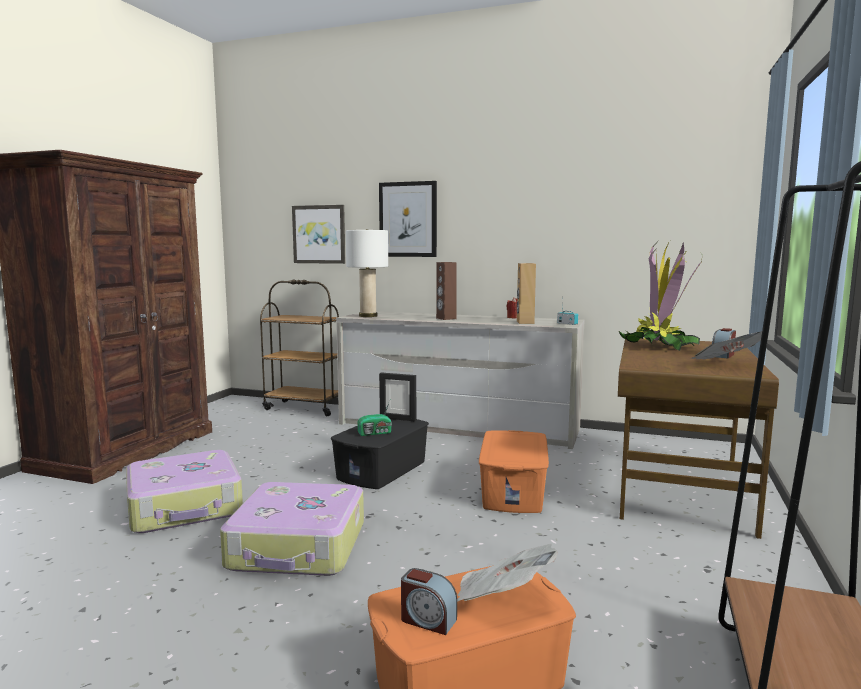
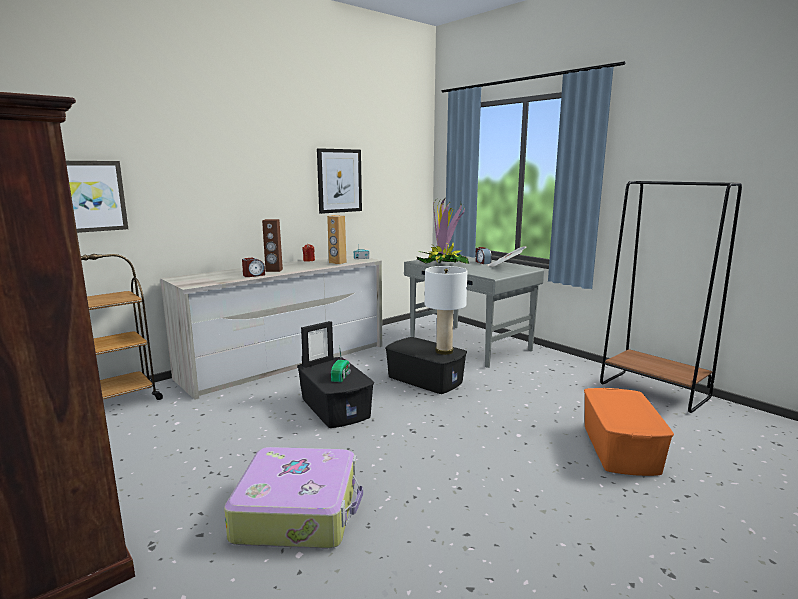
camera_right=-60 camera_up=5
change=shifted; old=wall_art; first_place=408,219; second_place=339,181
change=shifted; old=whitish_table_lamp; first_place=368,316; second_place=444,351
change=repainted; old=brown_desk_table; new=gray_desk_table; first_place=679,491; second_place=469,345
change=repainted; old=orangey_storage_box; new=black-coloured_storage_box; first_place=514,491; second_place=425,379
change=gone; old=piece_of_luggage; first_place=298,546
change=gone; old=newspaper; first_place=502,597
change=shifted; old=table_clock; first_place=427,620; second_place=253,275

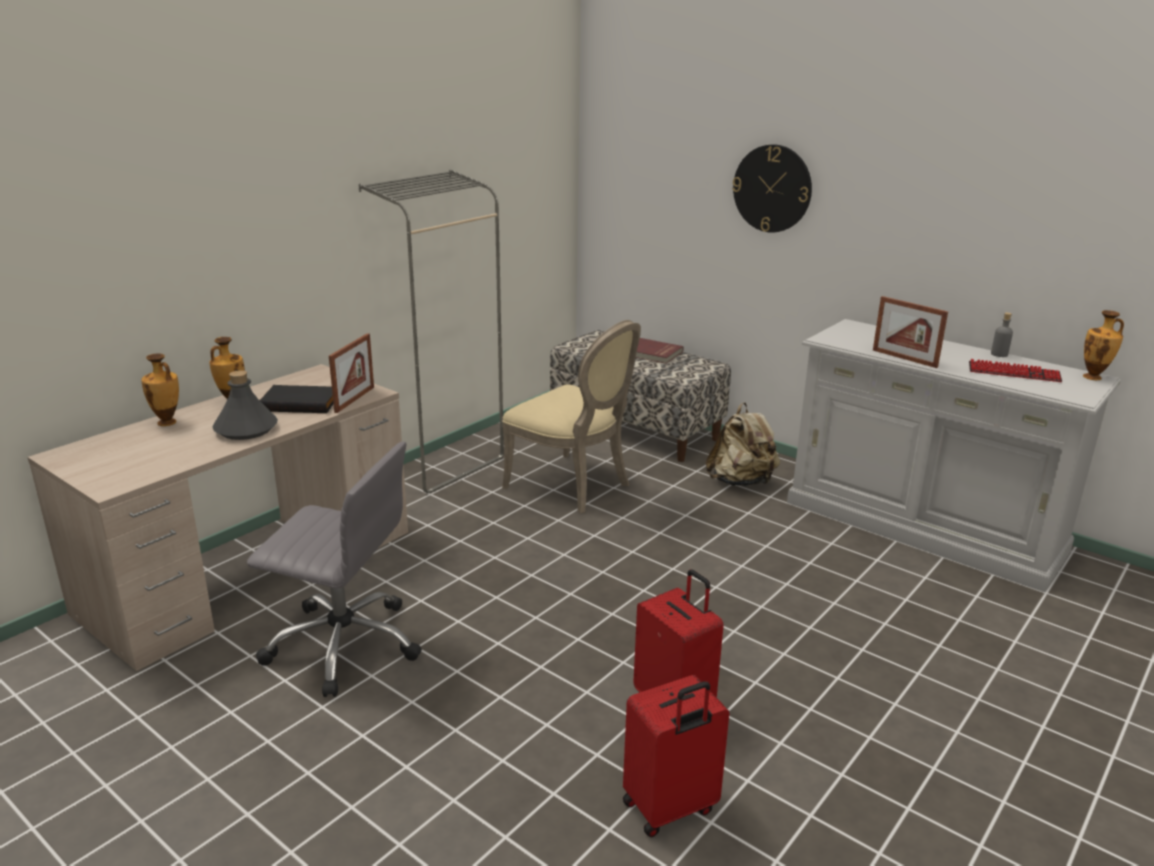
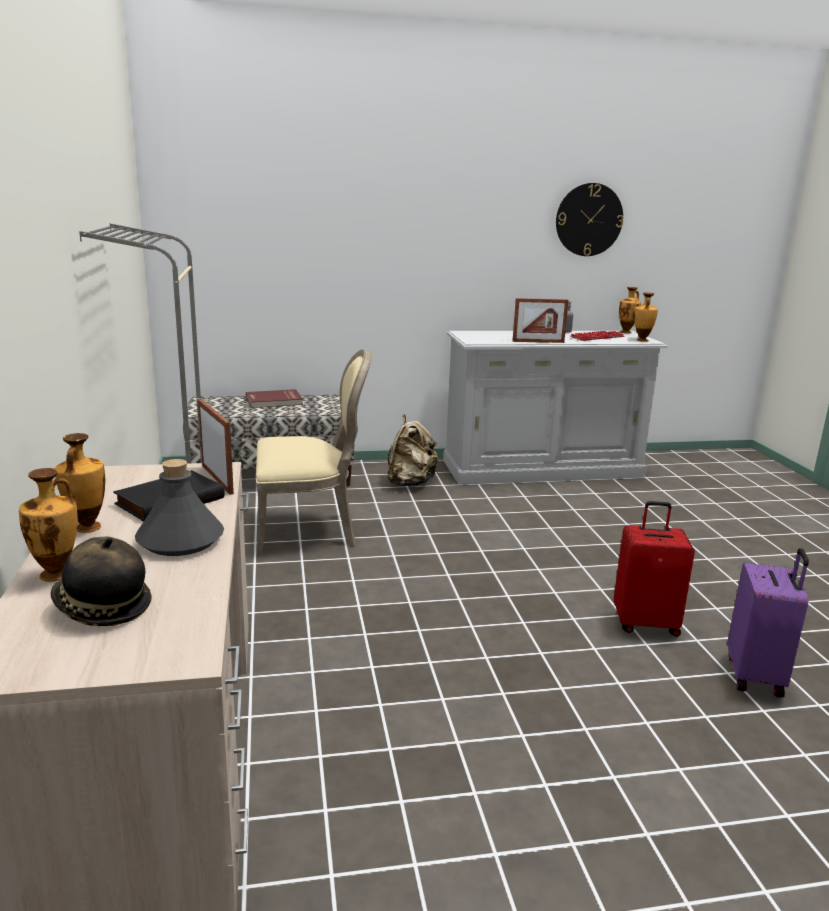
camera_right=-50 camera_up=-5
change=shifted; old=clock_on_the_wall; first_place=772,188; second_place=589,220
change=gone; old=gray_computer_chair; first_place=345,645
change=repainted; old=red_piece_of_luggage; new=purple_piece_of_luggage; first_place=670,808; second_place=756,676
change=new; new=flower_vase; second_place=642,340
change=new; new=hat; second_place=101,608

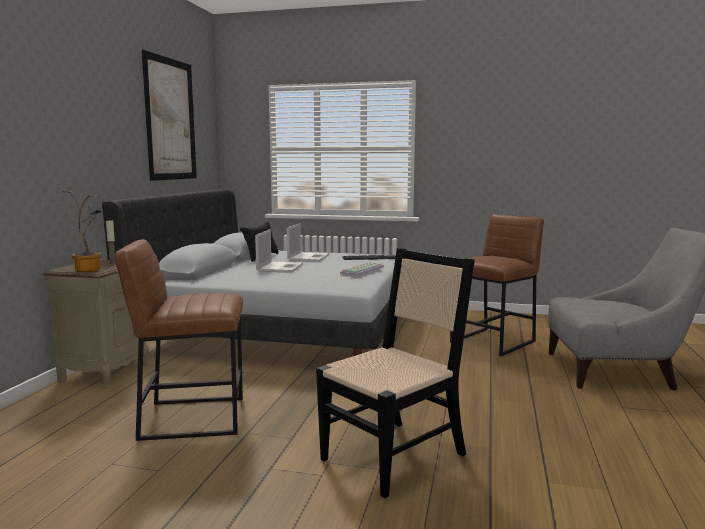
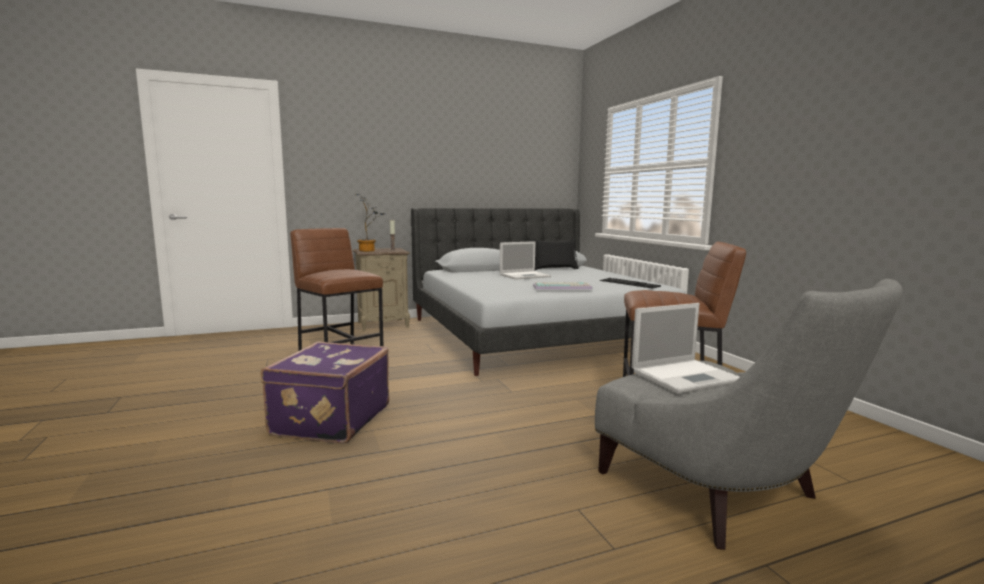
camera_right=55 camera_up=0
change=gone; old=wall_art; first_place=171,119
change=shifted; old=portable_computer; first_place=308,257; second_place=686,376
change=swapped; old=upright_chair; new=purple_piece_of_luggage; first_place=393,457; second_place=329,420

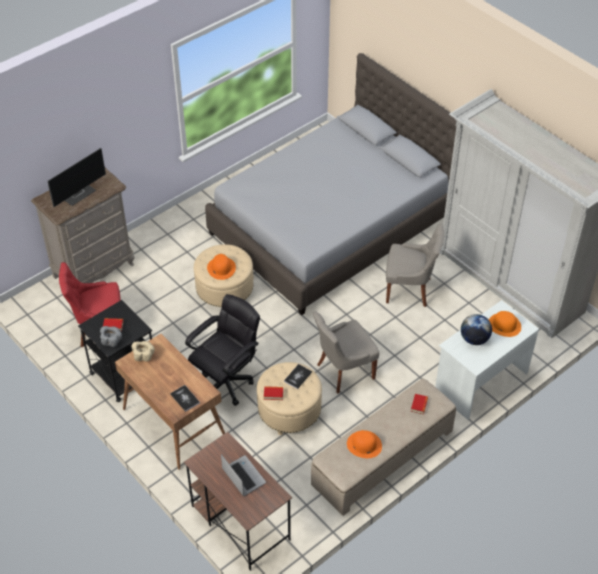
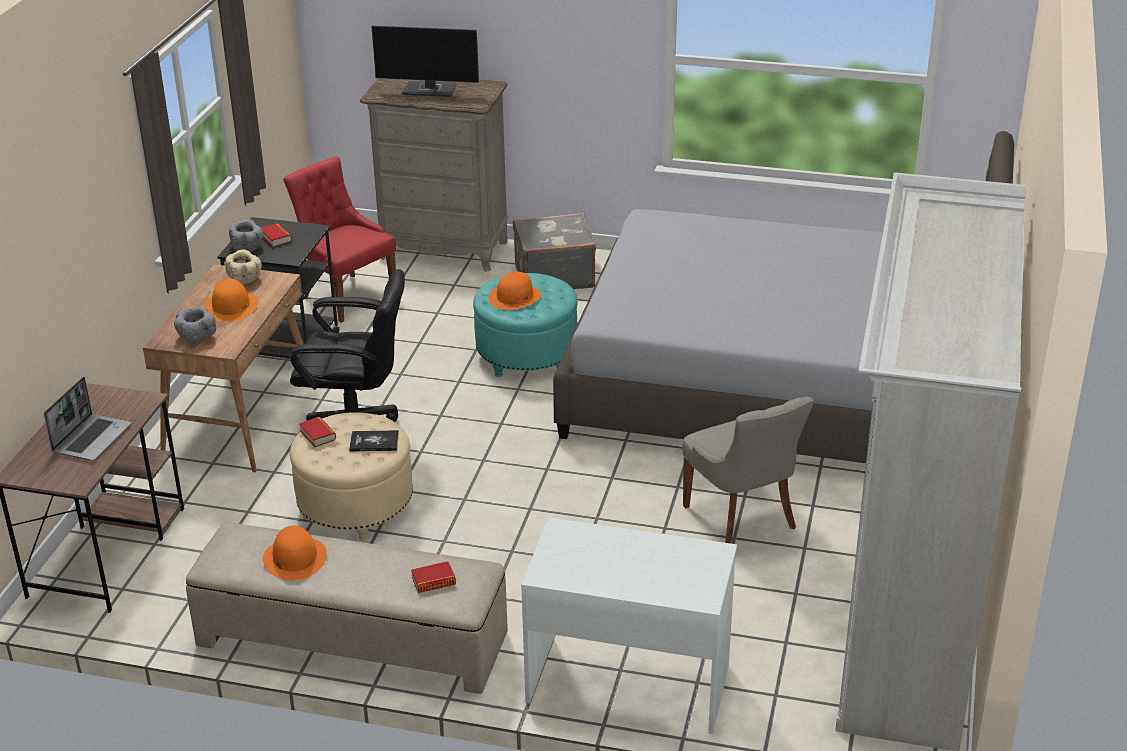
camera_right=55 camera_up=-15
change=repainted; old=beige_ottoman; new=blue-green_ottoman; first_place=225,291; second_place=526,356
change=shifted; old=orangey_hat; first_place=504,325; second_place=231,306
change=gone; old=gray_upright_chair; first_place=343,371
change=gone; old=globe; first_place=474,339
change=swapped; old=book; new=gray_serving_bowl; first_place=185,398; second_place=196,337
change=new; new=gray_piece_of_luggage; second_place=553,276

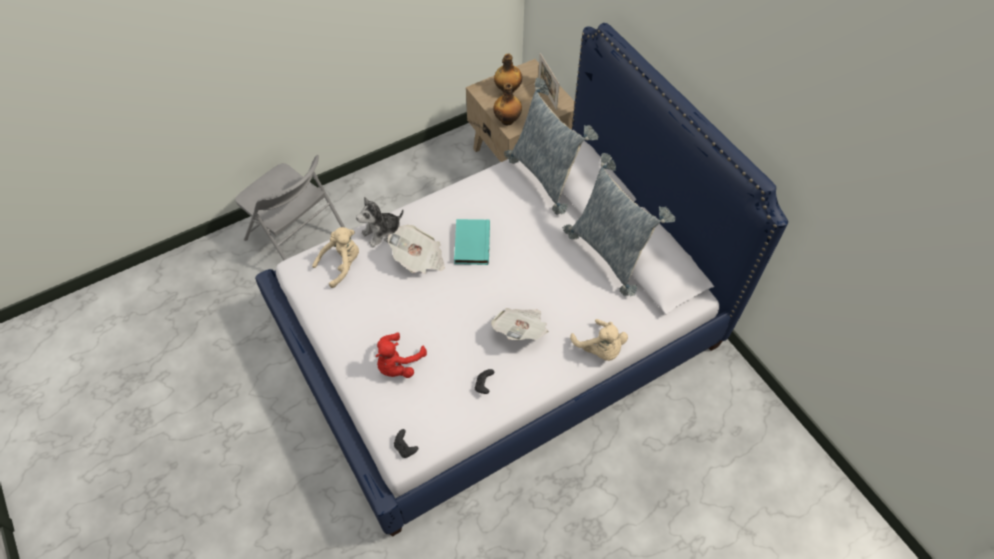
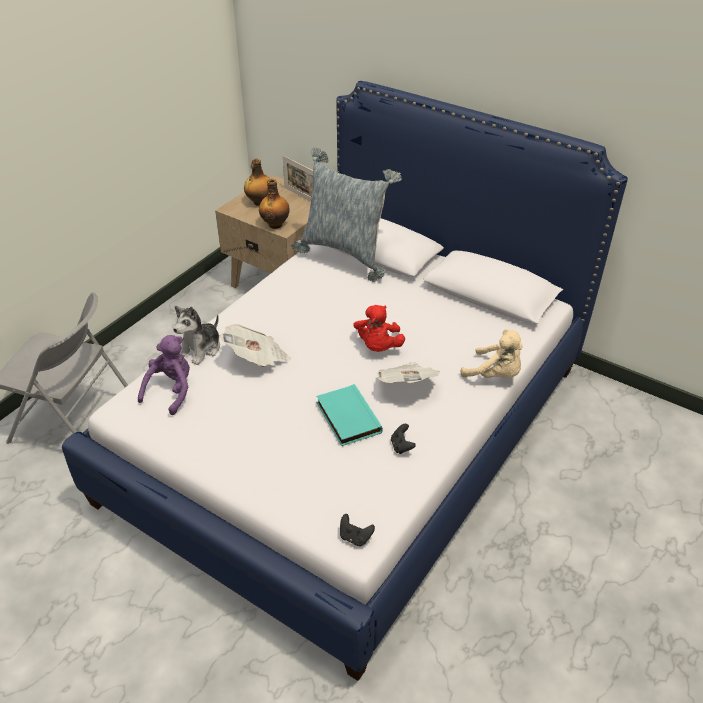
camera_right=-25 camera_up=-15
change=gone; old=throw_pillow; first_place=610,256
change=shifted; old=blue-green_book; first_place=470,243; second_place=346,418
change=repainted; old=beige_soft_toy; new=purple_soft_toy; first_place=342,264; second_place=171,391
change=shifted; old=red_soft_toy; first_place=398,364; second_place=378,347

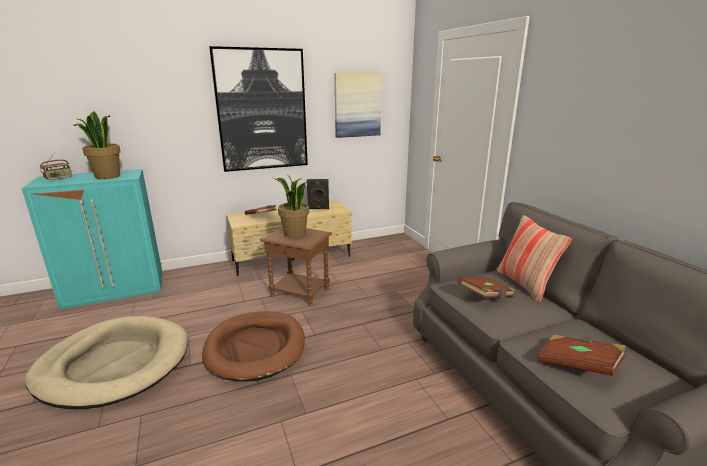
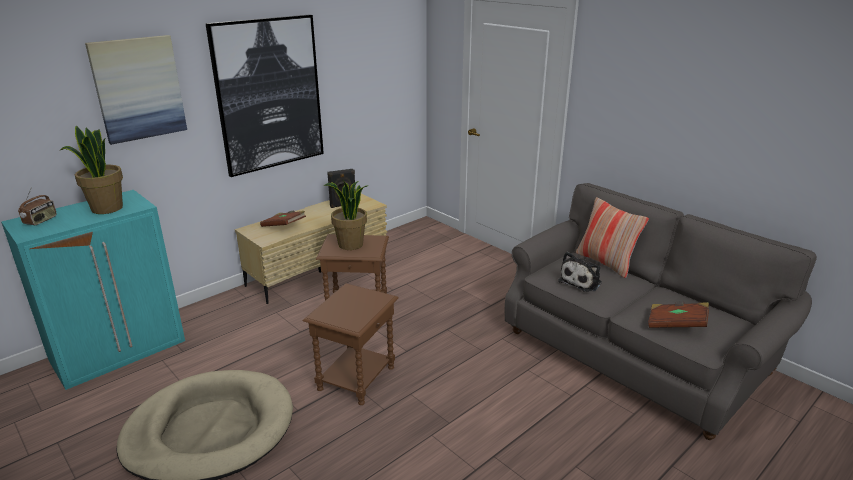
camera_right=-20 camera_up=5
change=shifted; old=wall_art; first_place=357,105; second_place=138,88
change=swapped; old=brown_book; new=soft_toy; first_place=486,297; second_place=581,281
change=swapped; old=brown_pet_bed; new=brown_end_table; first_place=256,348; second_place=355,377

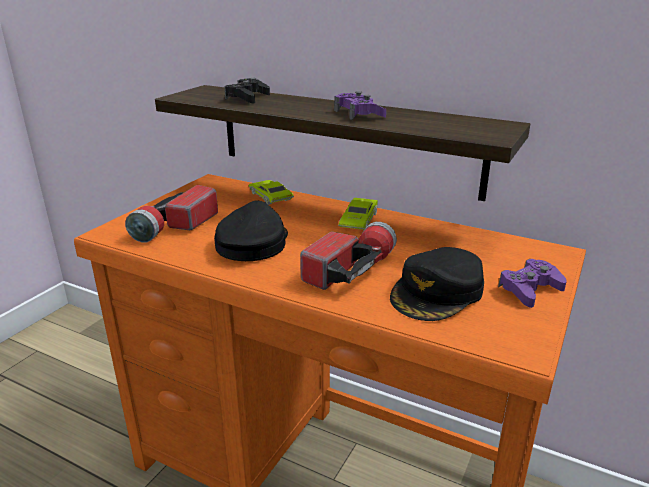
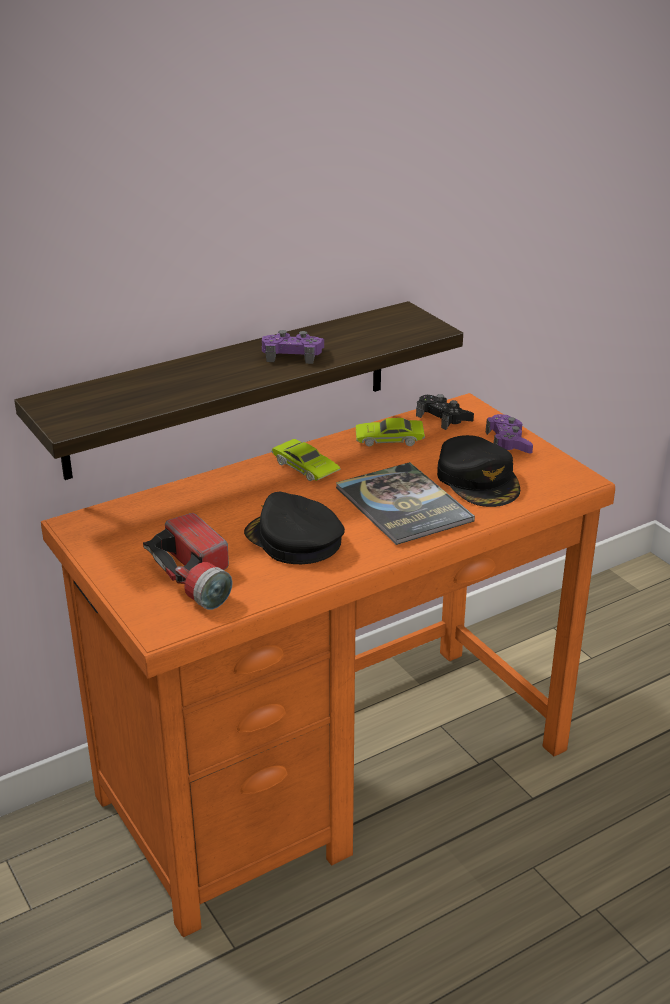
camera_right=-60 camera_up=5
change=shifted; old=black-coloured_joypad; first_place=247,98; second_place=443,418
change=shifted; old=green-coloured_model_car; first_place=270,197; second_place=389,439
change=swapped; old=hand_torch; new=book; first_place=350,269; second_place=403,505

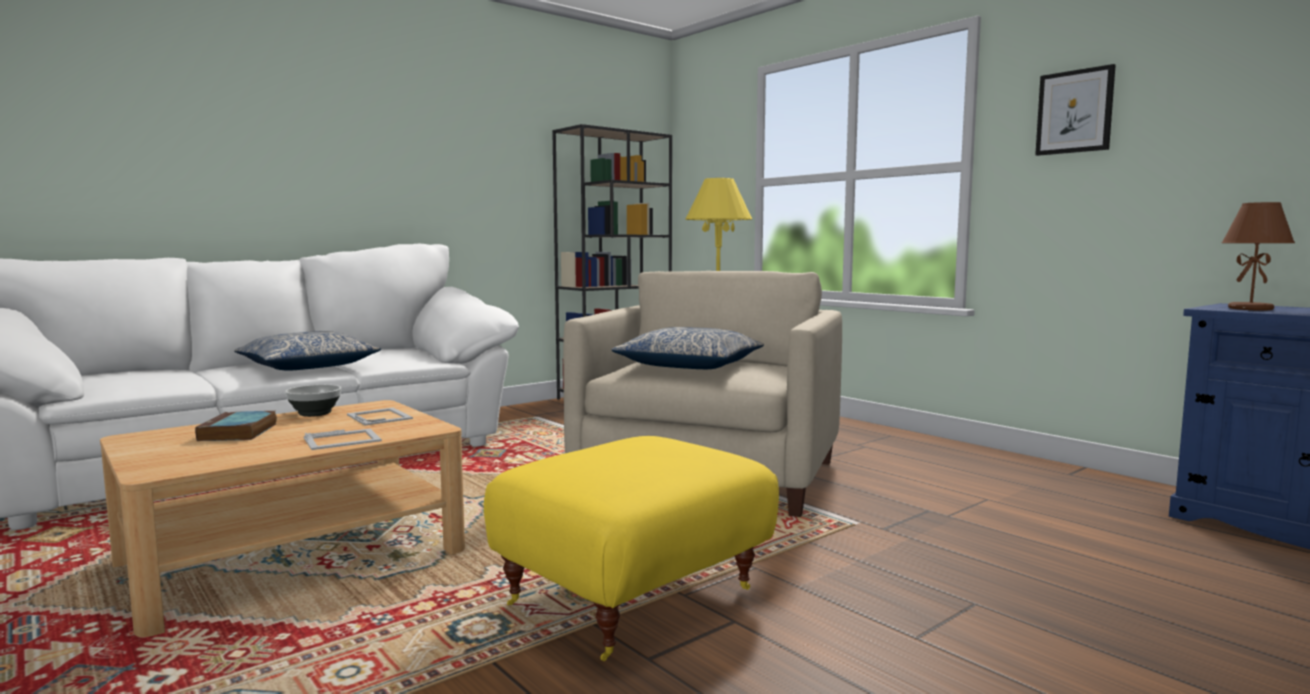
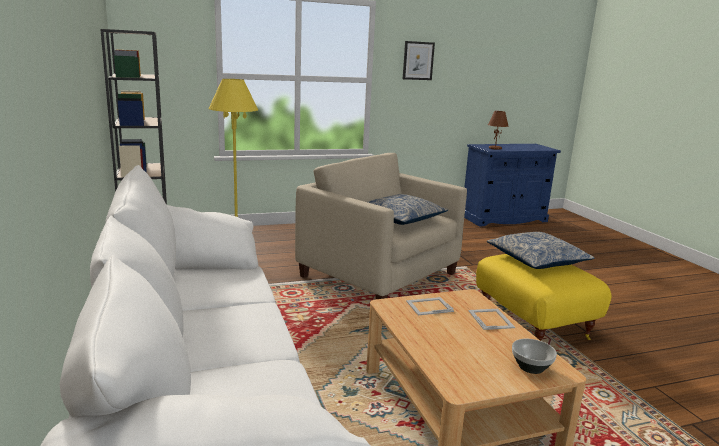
camera_right=-70 camera_up=10
change=shifted; old=throw_pillow; first_place=308,366; second_place=537,260
change=shifted; old=serving_bowl; first_place=315,413; second_place=530,367
change=gone; old=book; first_place=238,432

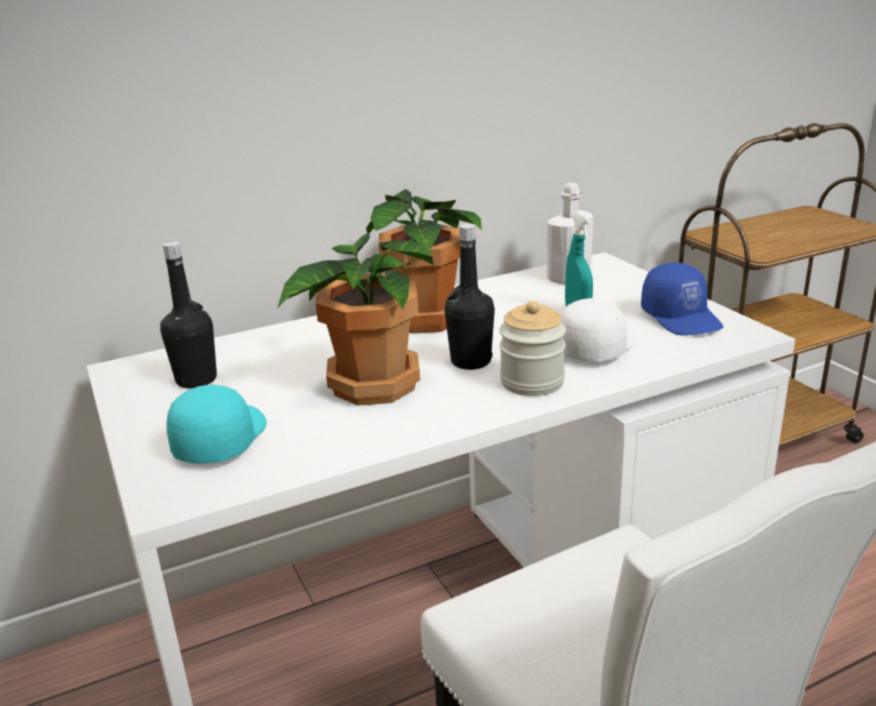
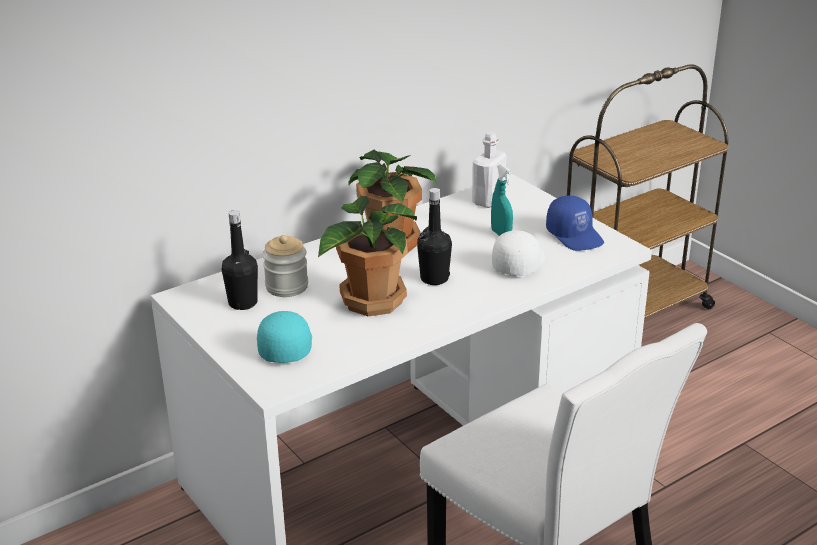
camera_right=-10 camera_up=5
change=shifted; old=storage_jar; first_place=532,382; second_place=287,287

